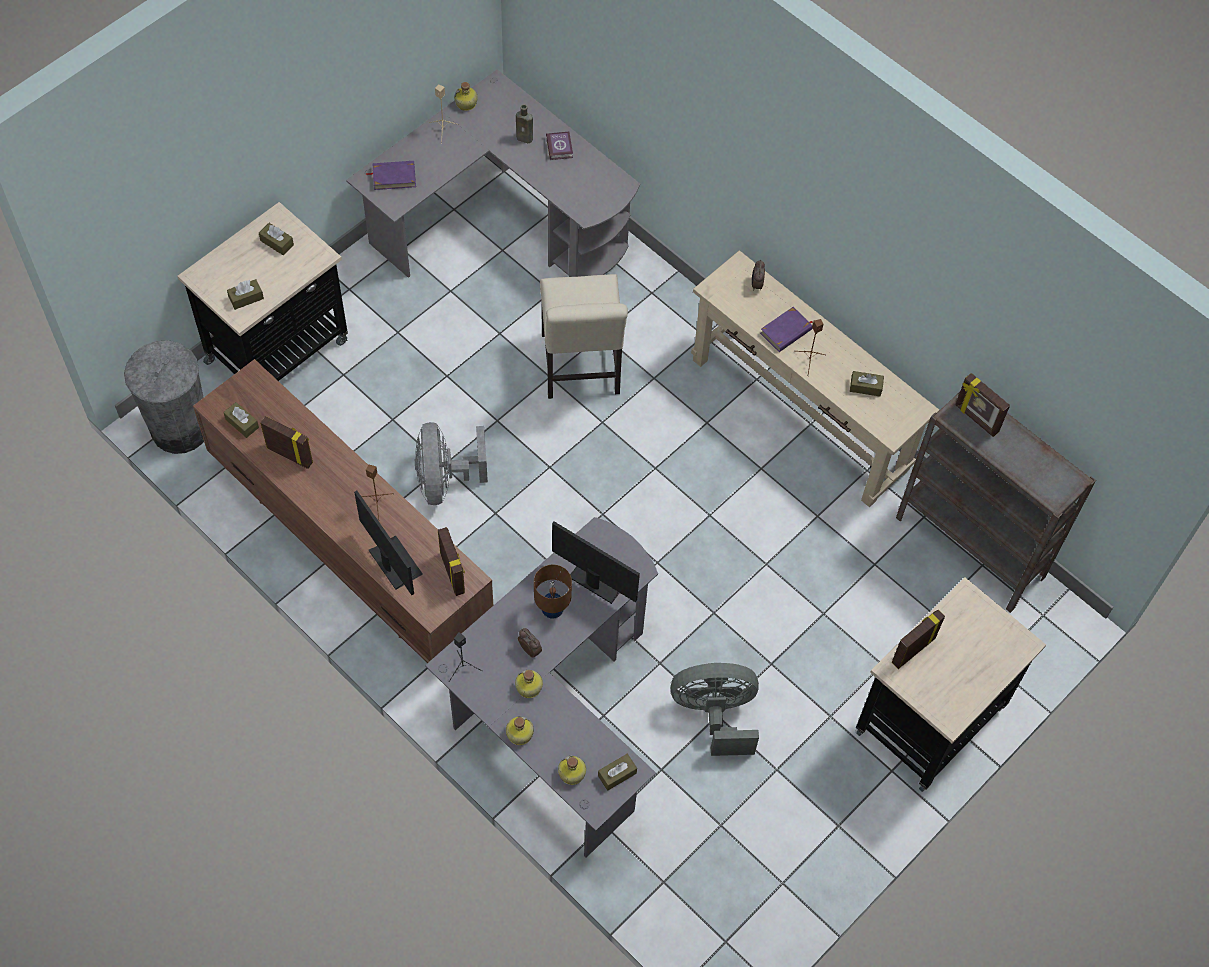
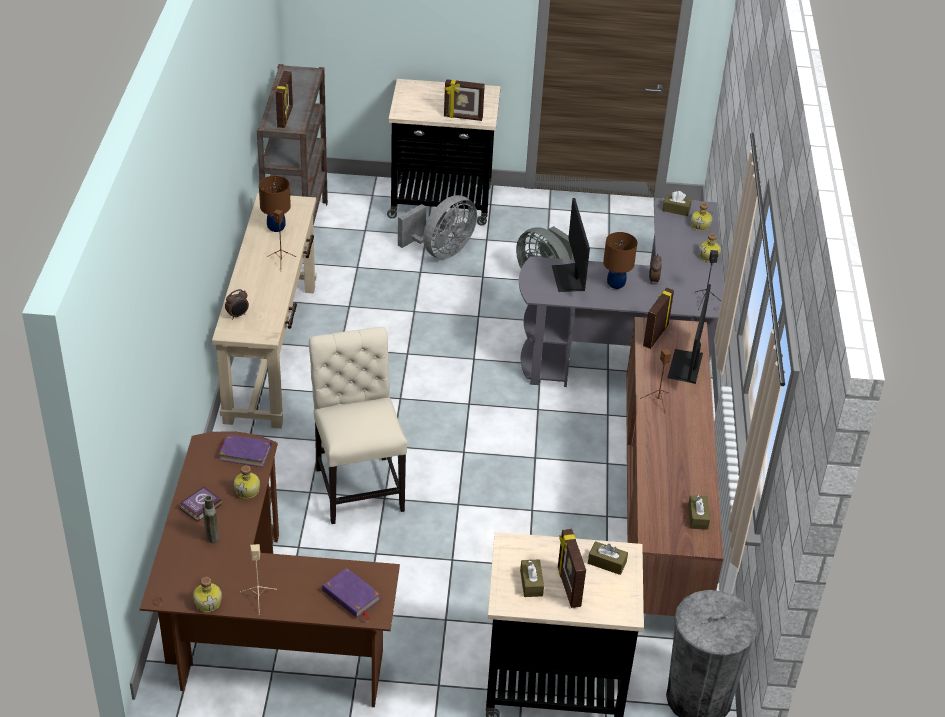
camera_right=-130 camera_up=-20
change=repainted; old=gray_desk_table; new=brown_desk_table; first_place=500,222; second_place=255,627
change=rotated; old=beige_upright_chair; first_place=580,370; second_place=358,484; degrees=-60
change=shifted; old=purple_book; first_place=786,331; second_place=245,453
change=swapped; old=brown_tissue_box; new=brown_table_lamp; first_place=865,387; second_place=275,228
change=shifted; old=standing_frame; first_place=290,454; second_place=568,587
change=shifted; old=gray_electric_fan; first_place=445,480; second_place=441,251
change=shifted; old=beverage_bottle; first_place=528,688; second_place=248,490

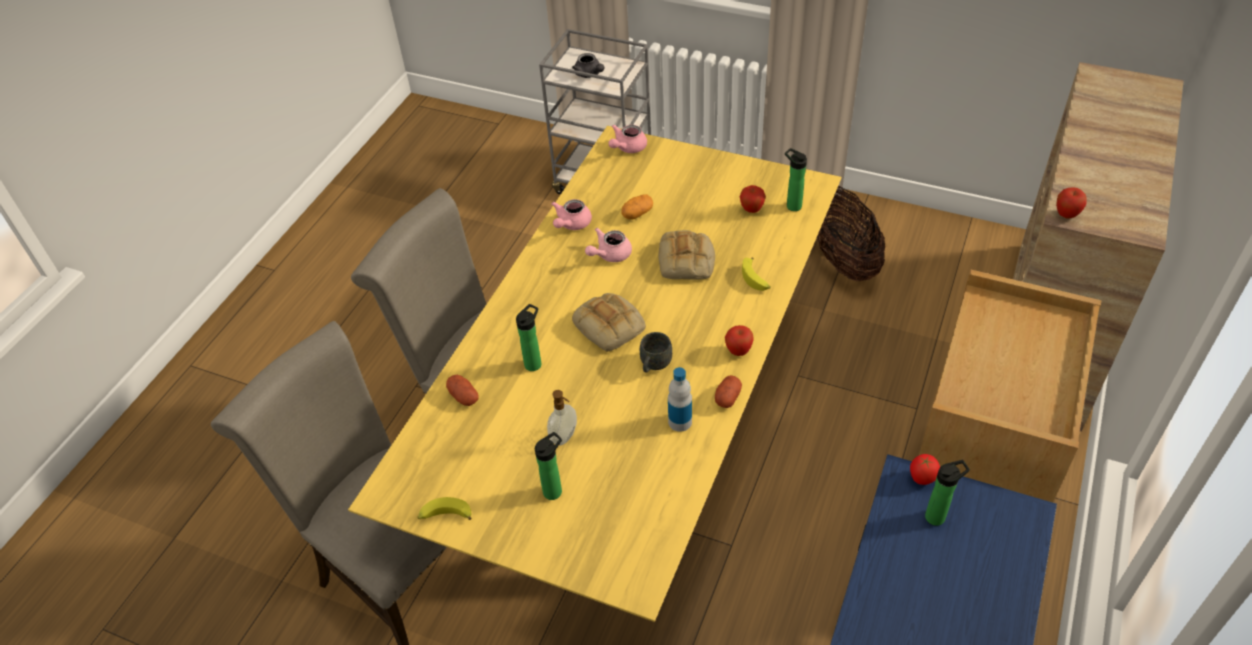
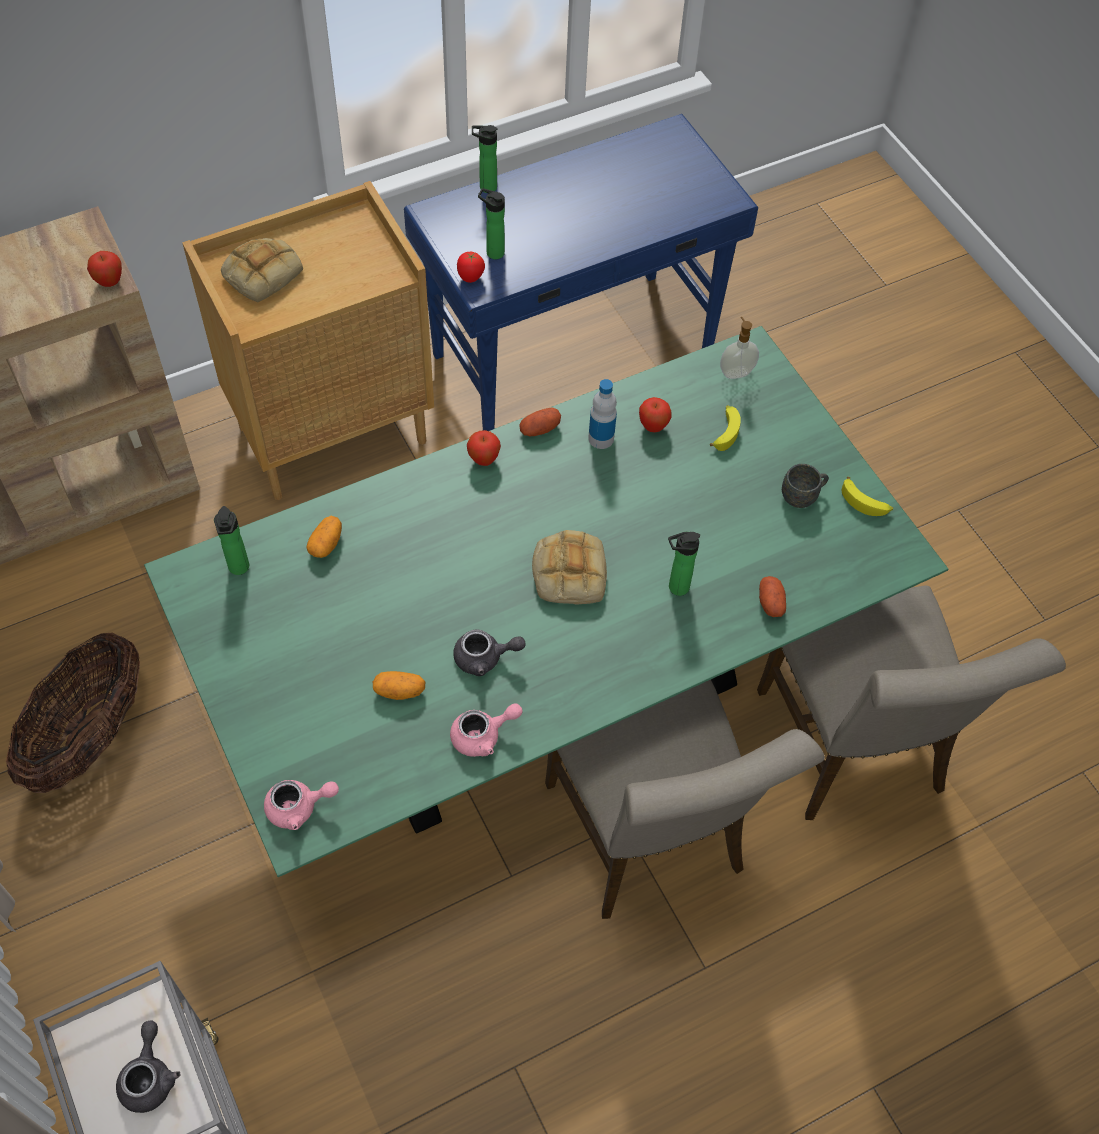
camera_right=-145 camera_up=10
change=repainted; old=yellowish_kitchen_table; new=green-coloured_kitchen_table; first_place=634,450; second_place=543,693
change=shifted; old=apple; first_place=751,210; second_place=653,426
change=repainted; old=pinkish_teapot; new=gray_teapot; first_place=609,254; second_place=485,658
change=shifted; old=baked_bread; first_place=687,261; second_place=262,272
change=shifted; old=banana_fruit; first_place=755,279; second_place=725,431
change=shifted; old=gray_mug; first_place=654,365; second_place=803,496
change=shifted; old=soap_bottle; first_place=565,437; second_place=736,372
change=shifted; old=beverage_bottle; first_place=555,490; second_place=485,187
change=new; new=whole_potato; second_place=326,544

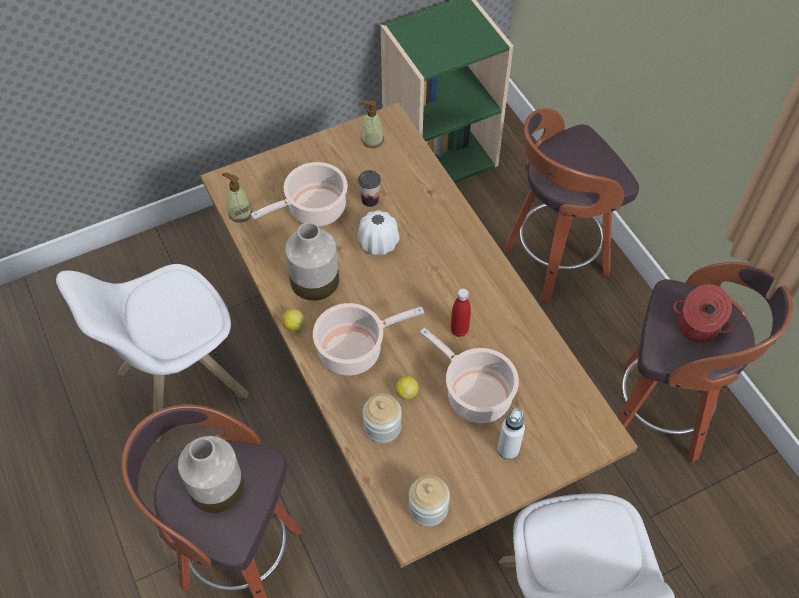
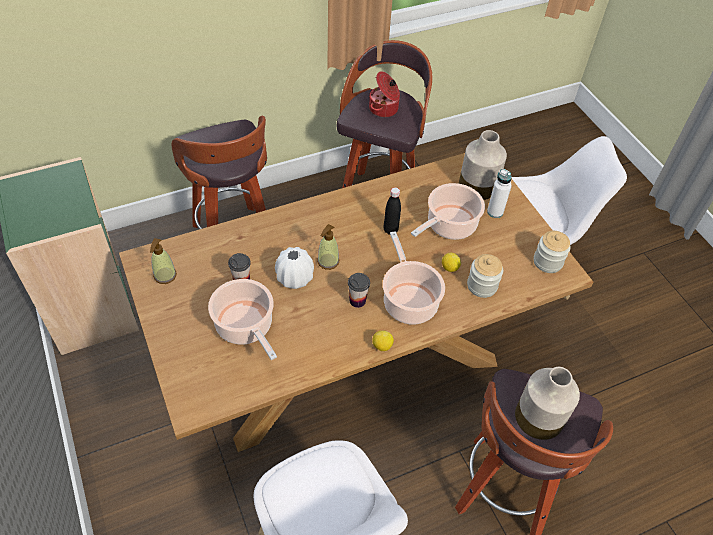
camera_right=-90 camera_up=-5
change=shifted; old=soap_bottle; first_place=240,213; second_place=328,261
change=shifted; old=beige_flower_vase; first_place=314,280; second_place=478,185
change=repainted; old=red_beverage_bottle; new=black-coloured_beverage_bottle; first_place=459,330; second_place=390,230
change=new; new=cup; second_place=357,301

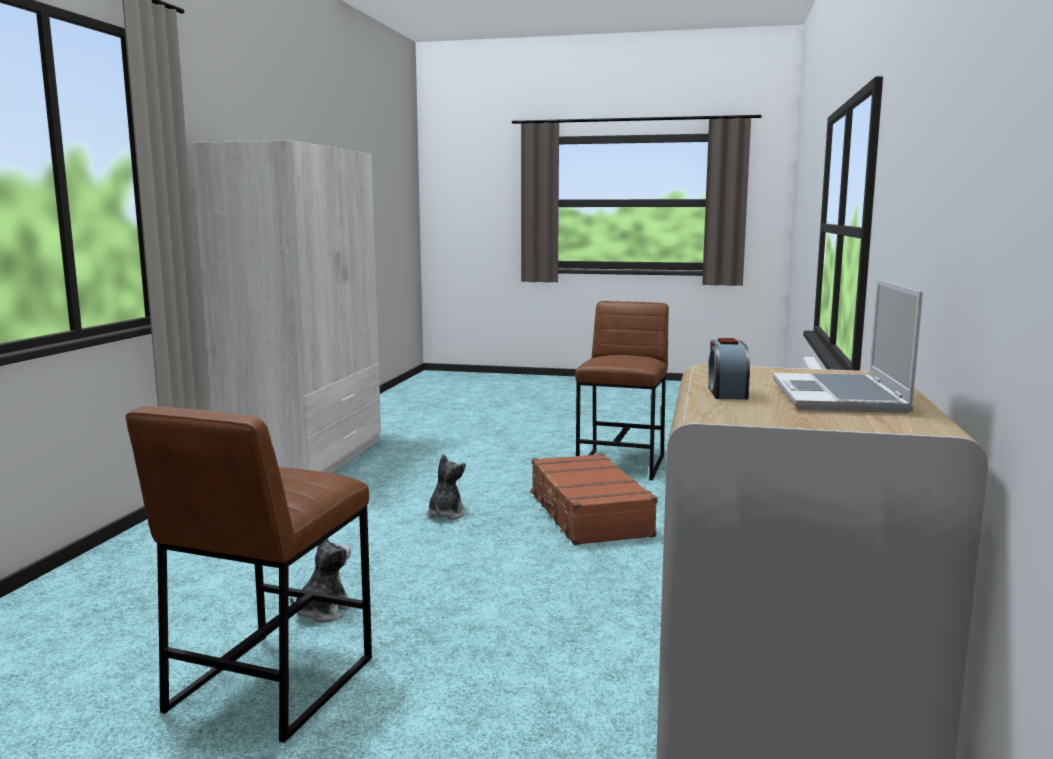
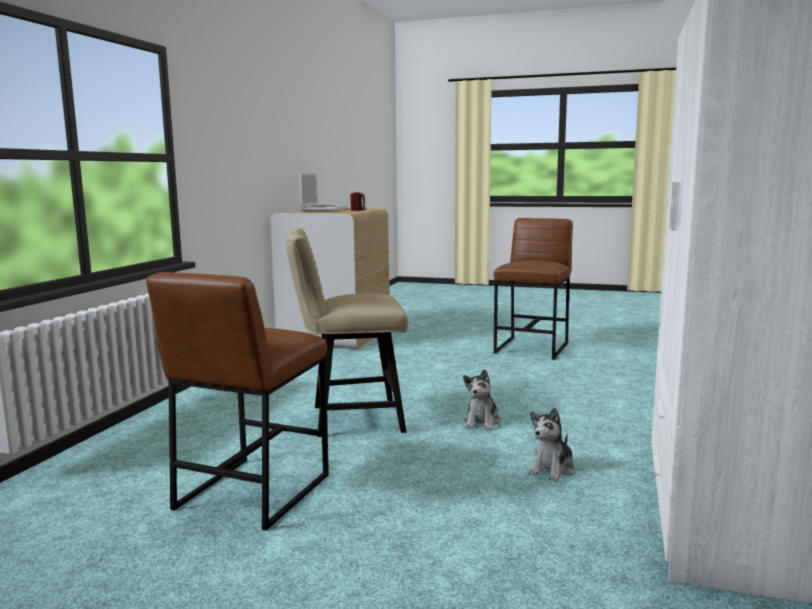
camera_right=-175 camera_up=0
change=swapped; old=brown_piece_of_luggage; new=beige_upright_chair; first_place=588,515; second_place=349,419
change=shifted; old=soft_toy; first_place=323,611; second_place=552,469

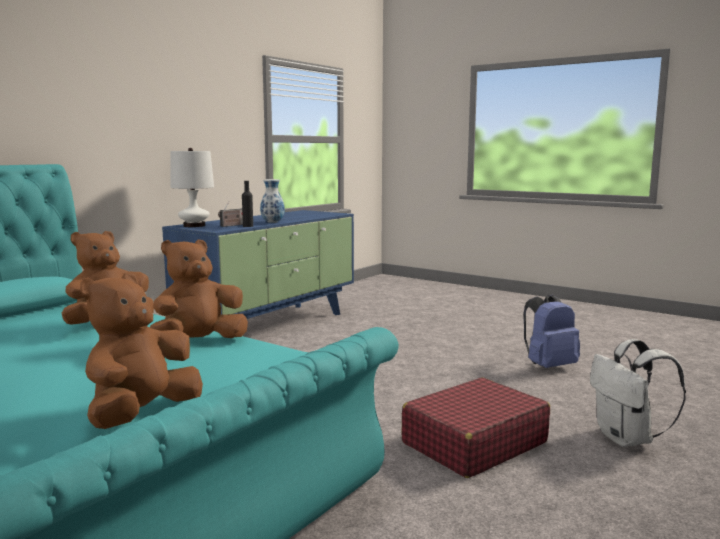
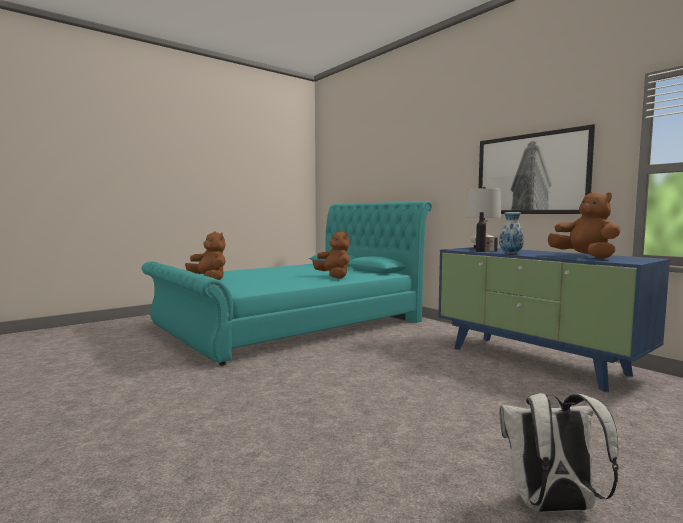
camera_right=105 camera_up=-5
change=shifted; old=brown_soft_toy; first_place=198,343; second_place=585,257
change=gone; old=blue-coloured_rucksack; first_place=548,366
change=shifted; old=whitish_rucksack; first_place=627,439; second_place=552,507
change=gone; old=red_piece_of_luggage; first_place=473,443
change=new; new=wall_art; second_place=530,174

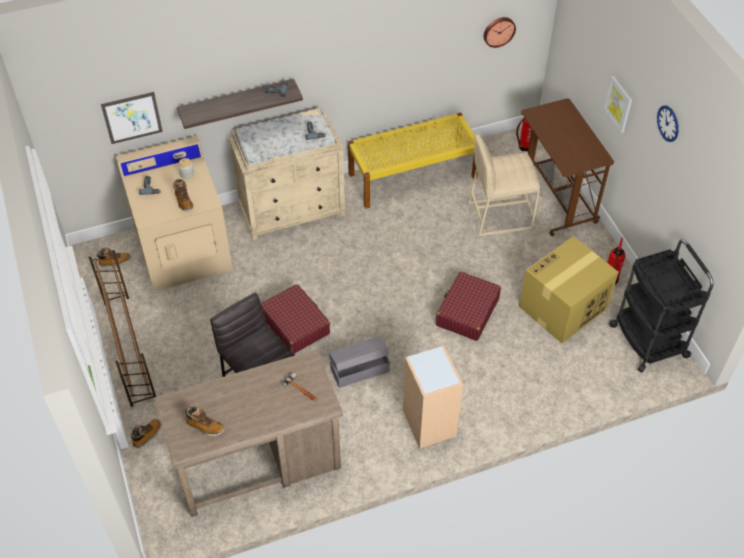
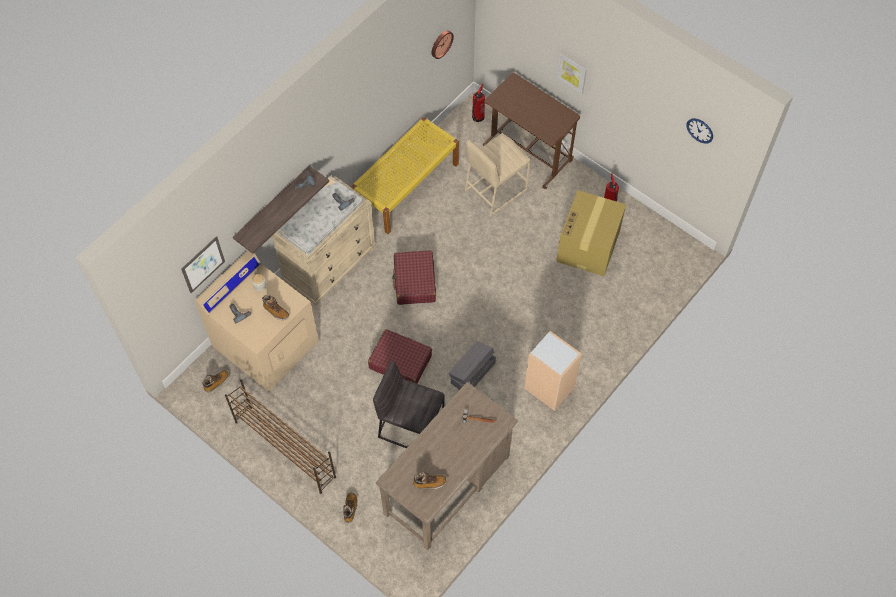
camera_right=-30 camera_up=10
change=shifted; old=clock_on_the_wall; first_place=668,123; second_place=700,130
change=gone; old=black-coloured_cart; first_place=648,340
change=shifted; old=red_piece_of_luggage; first_place=467,312; second_place=414,282

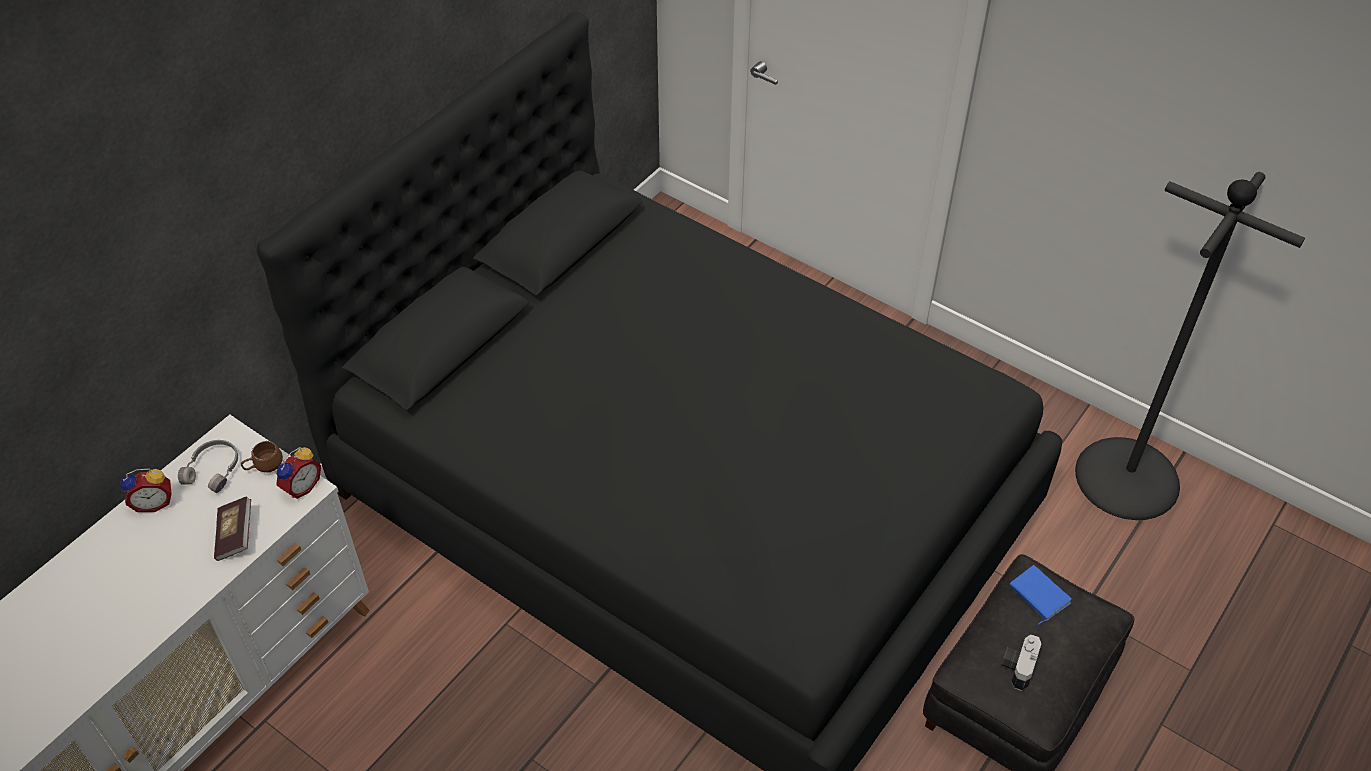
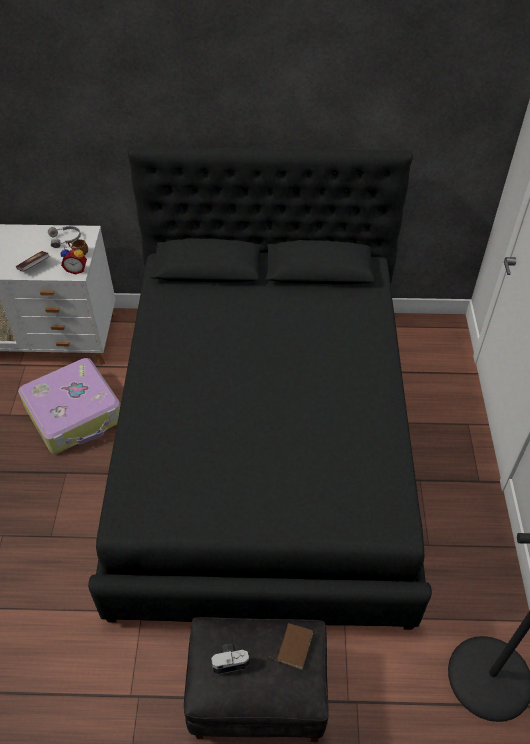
camera_right=55 camera_up=0
change=gone; old=table_clock; first_place=154,502
change=repainted; old=blue-coloured_book; new=brown_book; first_place=1037,595; second_place=293,646
change=new; new=piece_of_luggage; second_place=75,414

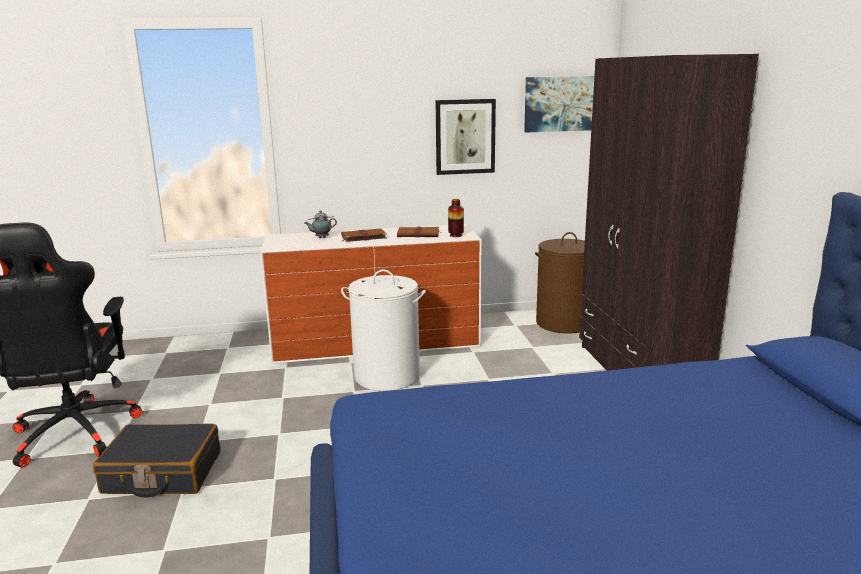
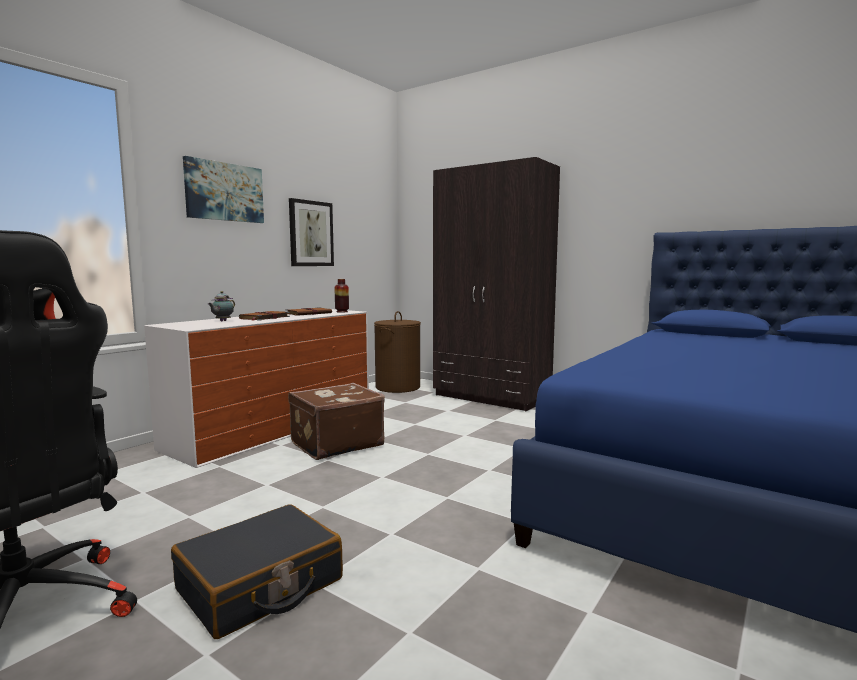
camera_right=-45 camera_up=-10
change=shifted; old=wall_art; first_place=563,104; second_place=224,192
change=swapped; old=whitish_washing_basket; new=brown_piece_of_luggage; first_place=386,376; second_place=335,444

